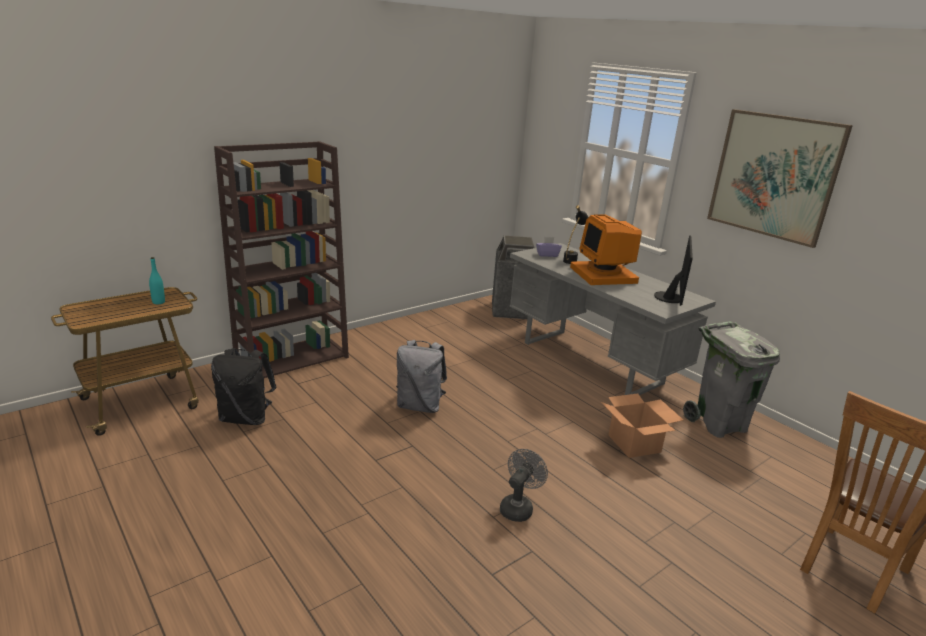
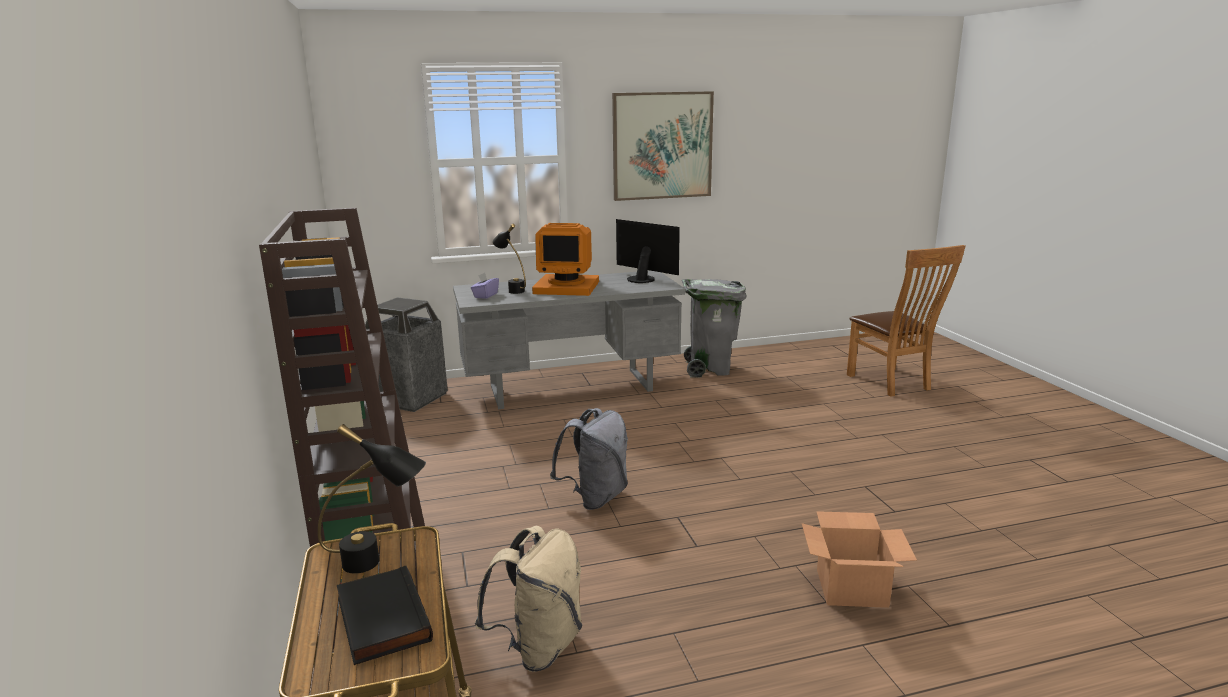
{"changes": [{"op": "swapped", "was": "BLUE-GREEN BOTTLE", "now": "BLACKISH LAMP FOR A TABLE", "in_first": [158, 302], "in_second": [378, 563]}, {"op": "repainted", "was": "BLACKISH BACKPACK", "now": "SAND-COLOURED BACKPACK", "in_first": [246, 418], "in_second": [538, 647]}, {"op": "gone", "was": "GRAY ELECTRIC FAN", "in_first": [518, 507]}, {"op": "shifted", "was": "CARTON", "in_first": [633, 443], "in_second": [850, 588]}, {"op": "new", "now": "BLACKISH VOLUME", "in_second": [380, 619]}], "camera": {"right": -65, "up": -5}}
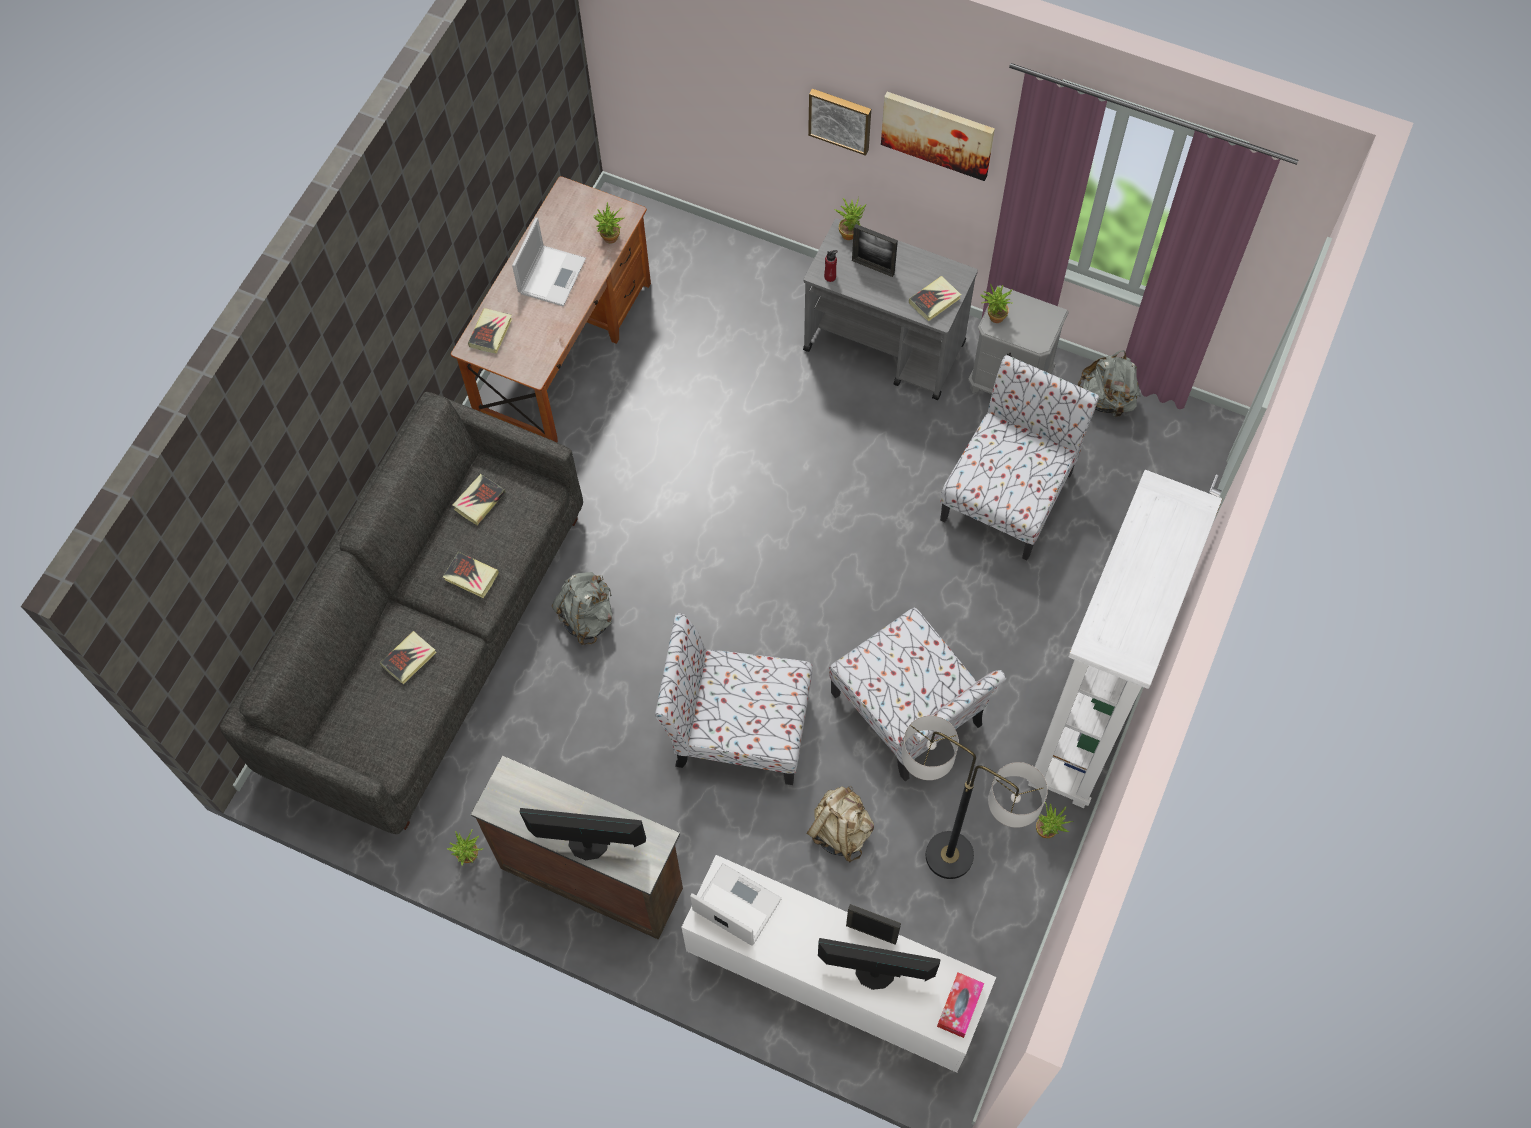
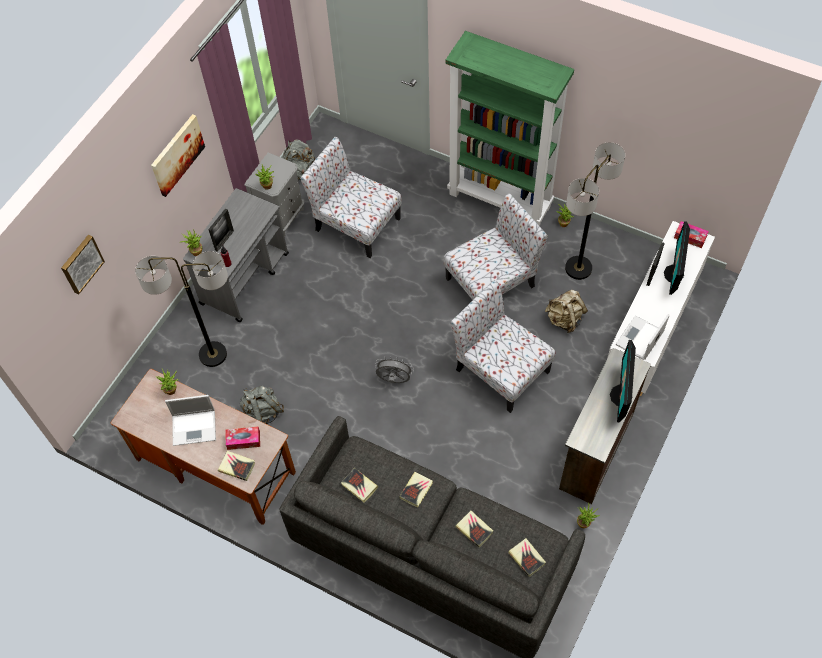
{"changes": [{"op": "rotated", "was": "LAPTOP", "in_first": [552, 275], "in_second": [195, 427], "clockwise": 150}, {"op": "shifted", "was": "GRAY BACKPACK", "in_first": [587, 617], "in_second": [263, 412]}, {"op": "rotated", "was": "CHAIR", "in_first": [737, 728], "in_second": [500, 369], "clockwise": 120}, {"op": "shifted", "was": "PICTURE", "in_first": [840, 119], "in_second": [81, 263]}, {"op": "shifted", "was": "VOLUME", "in_first": [934, 300], "in_second": [526, 558]}, {"op": "repainted", "was": "WHITISH SHELVING UNIT", "now": "GREEN SHELVING UNIT", "in_first": [1087, 722], "in_second": [501, 200]}, {"op": "new", "now": "STANDING LAMP", "in_second": [213, 355]}, {"op": "new", "now": "BOX OF TISSUES", "in_second": [243, 440]}, {"op": "new", "now": "GRAY ELECTRIC FAN", "in_second": [394, 380]}], "camera": {"right": -85, "up": -5}}
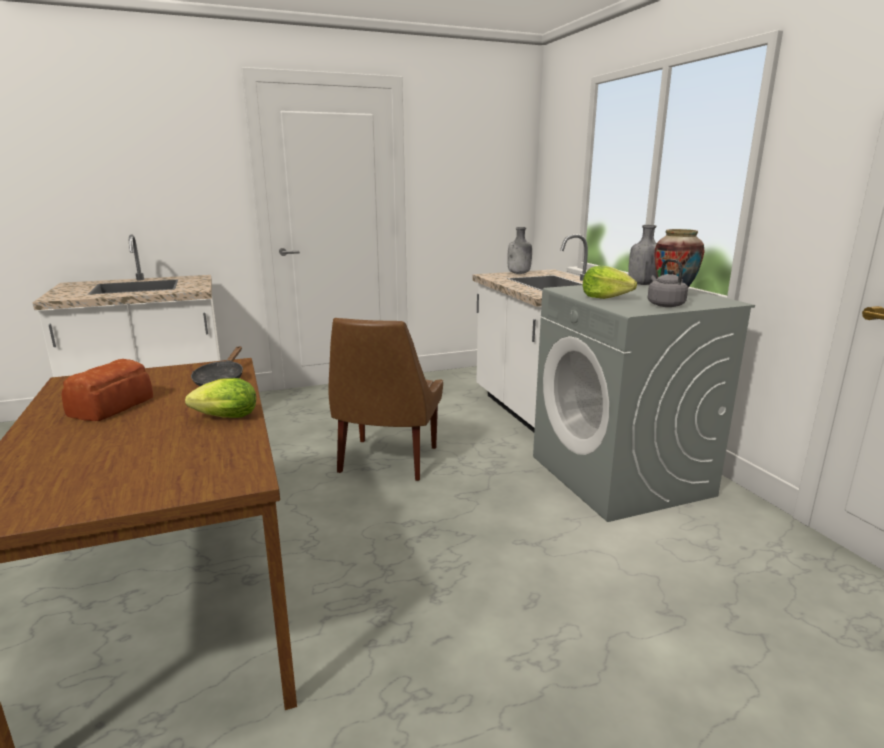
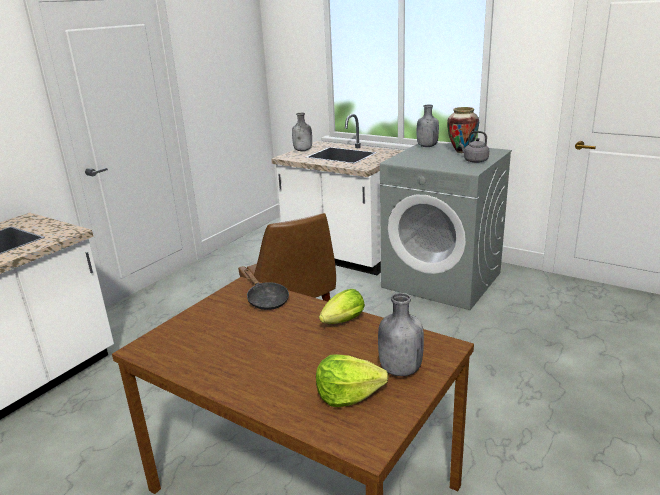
{"changes": [{"op": "gone", "was": "BAKED BREAD", "in_first": [113, 406]}, {"op": "shifted", "was": "HEAD OF LETTUCE", "in_first": [605, 297], "in_second": [348, 394]}, {"op": "new", "now": "GRAY BOTTLE", "in_second": [399, 369]}], "camera": {"right": -35, "up": 5}}
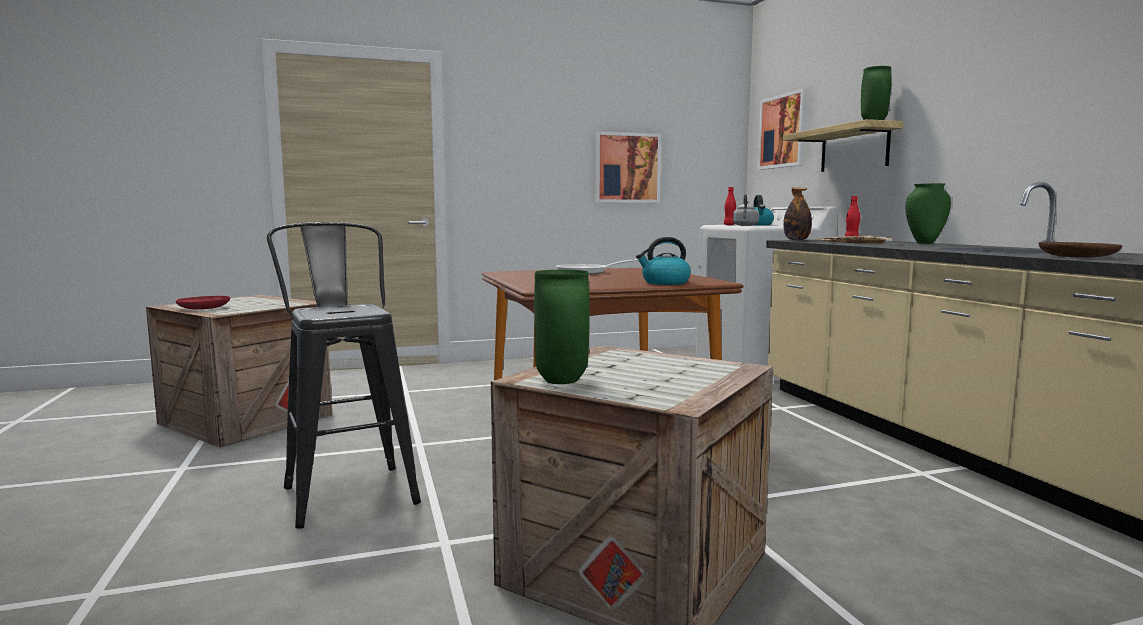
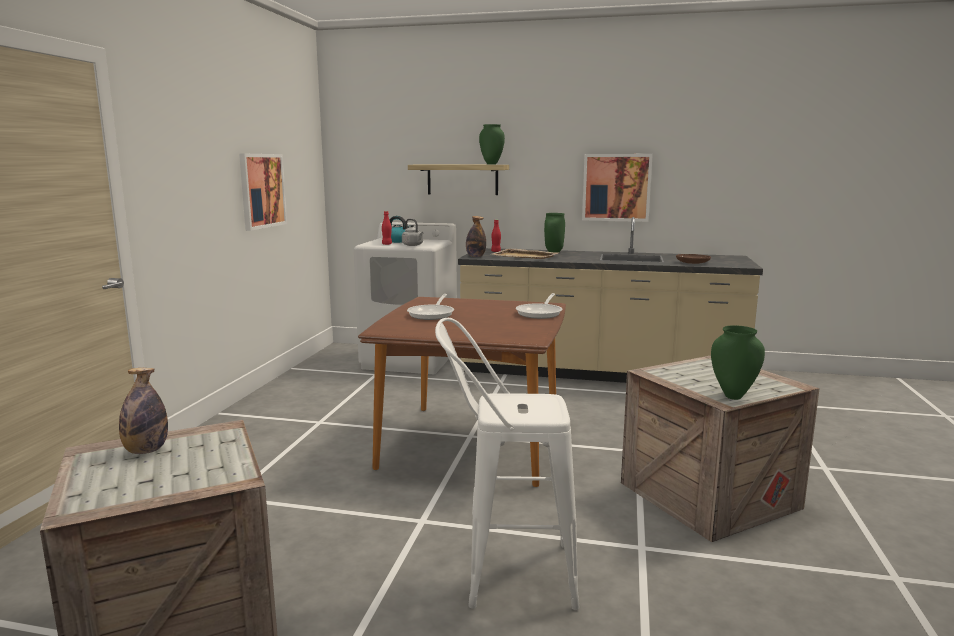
{"changes": [{"op": "gone", "was": "RED DINNER PLATE", "in_first": [203, 308]}, {"op": "repainted", "was": "BLACKISH STOOL SEAT", "now": "WHITISH STOOL SEAT", "in_first": [348, 489], "in_second": [505, 573]}, {"op": "swapped", "was": "KETTLE", "now": "PAN", "in_first": [665, 283], "in_second": [540, 313]}, {"op": "shifted", "was": "PICTURE", "in_first": [783, 131], "in_second": [616, 187]}, {"op": "new", "now": "BOTTLE", "in_second": [146, 451]}], "camera": {"right": -60, "up": 5}}
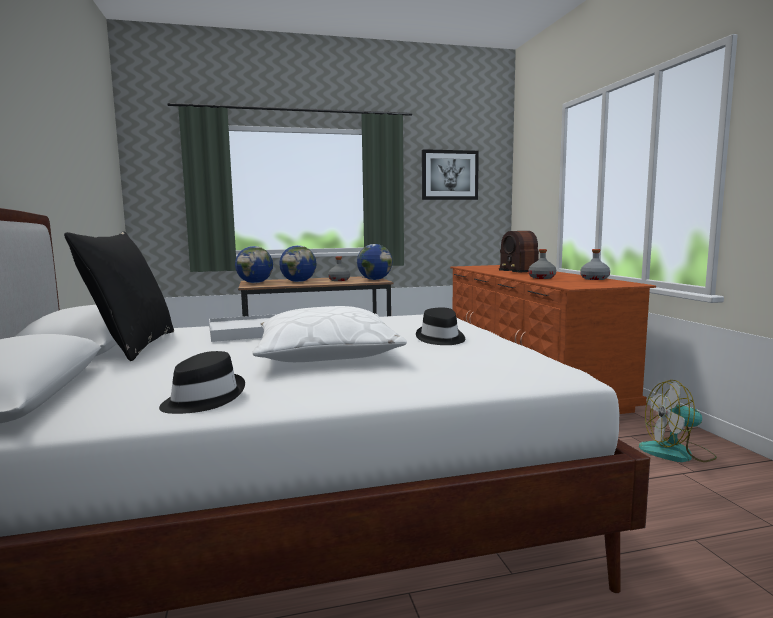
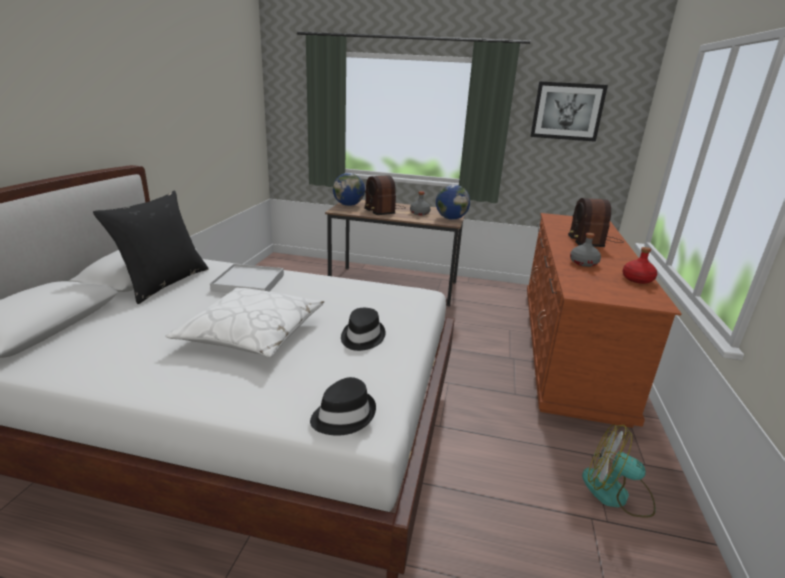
{"changes": [{"op": "shifted", "was": "BLACKISH HAT", "in_first": [202, 399], "in_second": [343, 415]}, {"op": "swapped", "was": "DESK GLOBE", "now": "RADIO SET", "in_first": [298, 282], "in_second": [383, 210]}, {"op": "repainted", "was": "GRAY BOTTLE", "now": "RED BOTTLE", "in_first": [594, 279], "in_second": [637, 279]}], "camera": {"right": 25, "up": 15}}
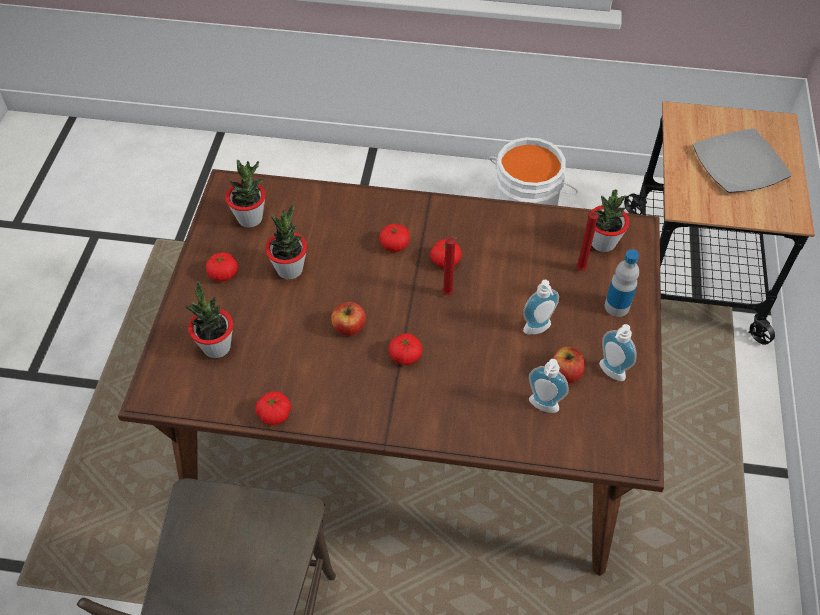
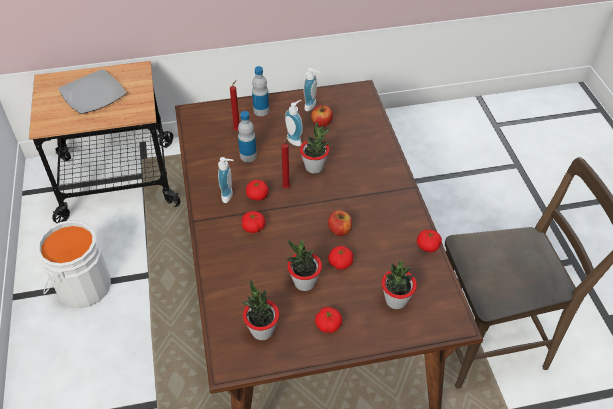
{"changes": [{"op": "shifted", "was": "FRESH TOMATO", "in_first": [405, 356], "in_second": [340, 263]}, {"op": "shifted", "was": "SOAP BOTTLE", "in_first": [542, 407], "in_second": [229, 195]}, {"op": "shifted", "was": "PLANT IN A POT", "in_first": [603, 243], "in_second": [314, 167]}, {"op": "new", "now": "BOTTLE", "in_second": [248, 156]}], "camera": {"right": -110, "up": -5}}
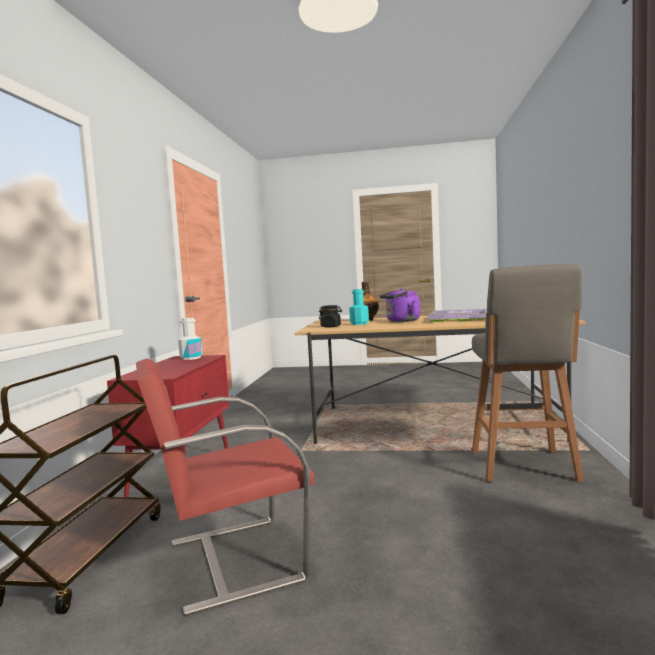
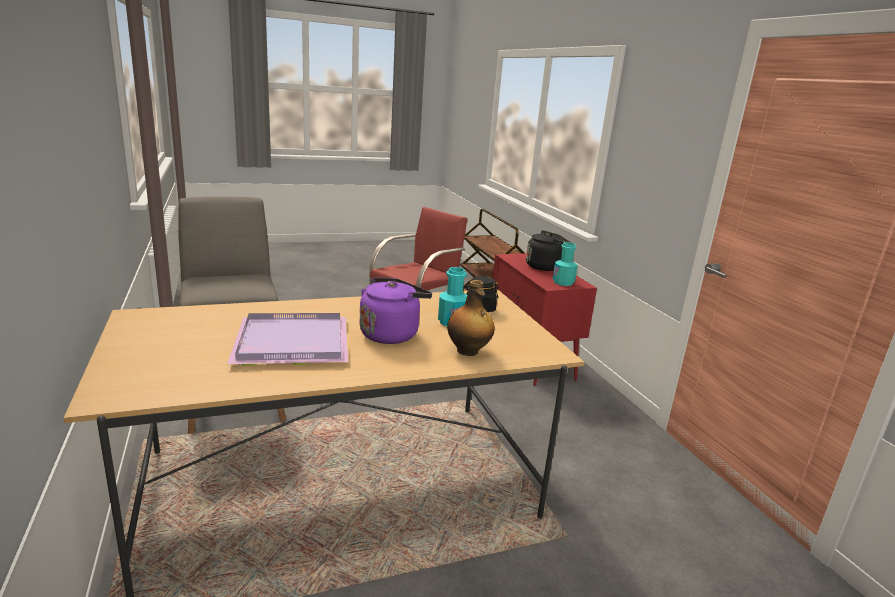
{"changes": [{"op": "repainted", "was": "WHITISH BOTTLE", "now": "BLUE-GREEN BOTTLE", "in_first": [191, 358], "in_second": [563, 282]}, {"op": "new", "now": "BLACKISH KETTLE", "in_second": [545, 267]}], "camera": {"right": 150, "up": 15}}
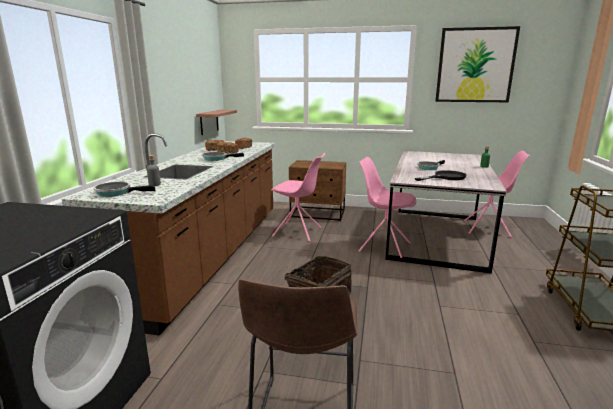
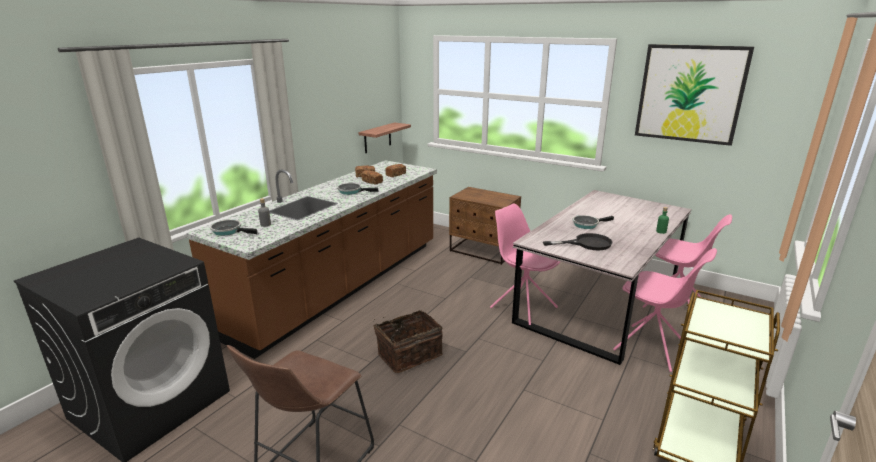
{"changes": [{"op": "shifted", "was": "PINKISH CHAIR", "in_first": [298, 232], "in_second": [651, 348]}], "camera": {"right": 20, "up": 5}}
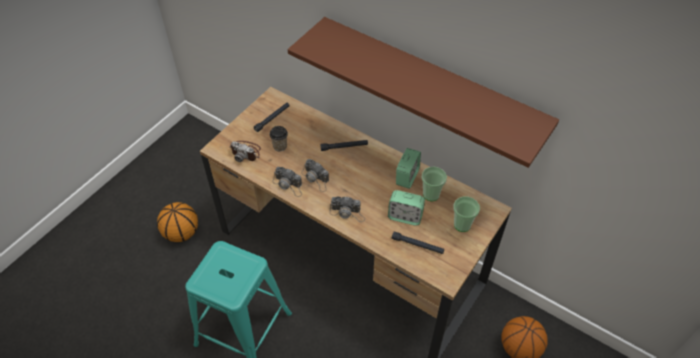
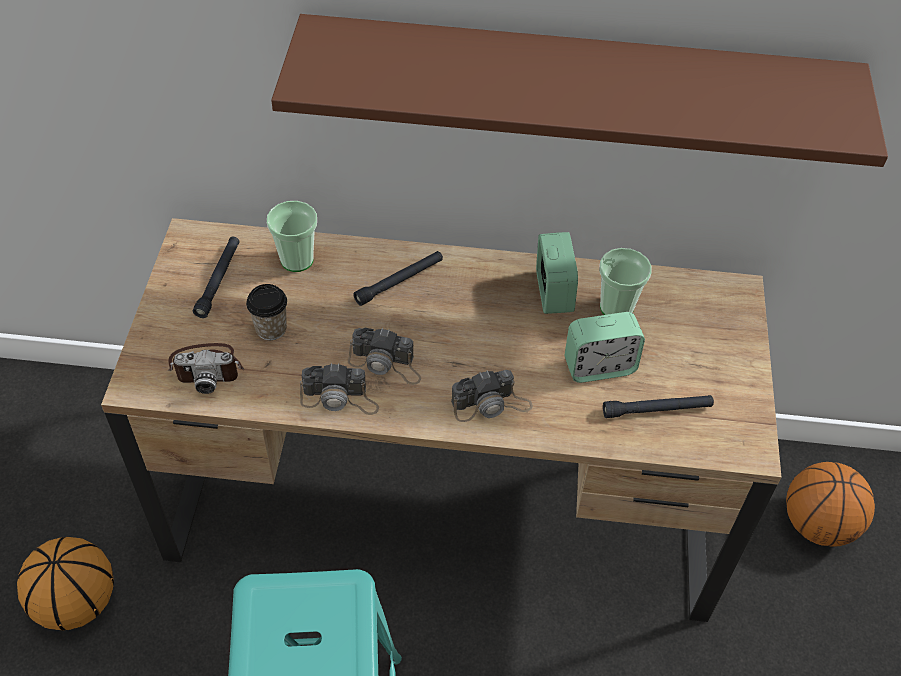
{"changes": [{"op": "shifted", "was": "CUP", "in_first": [462, 225], "in_second": [297, 260]}], "camera": {"right": -30, "up": 0}}
